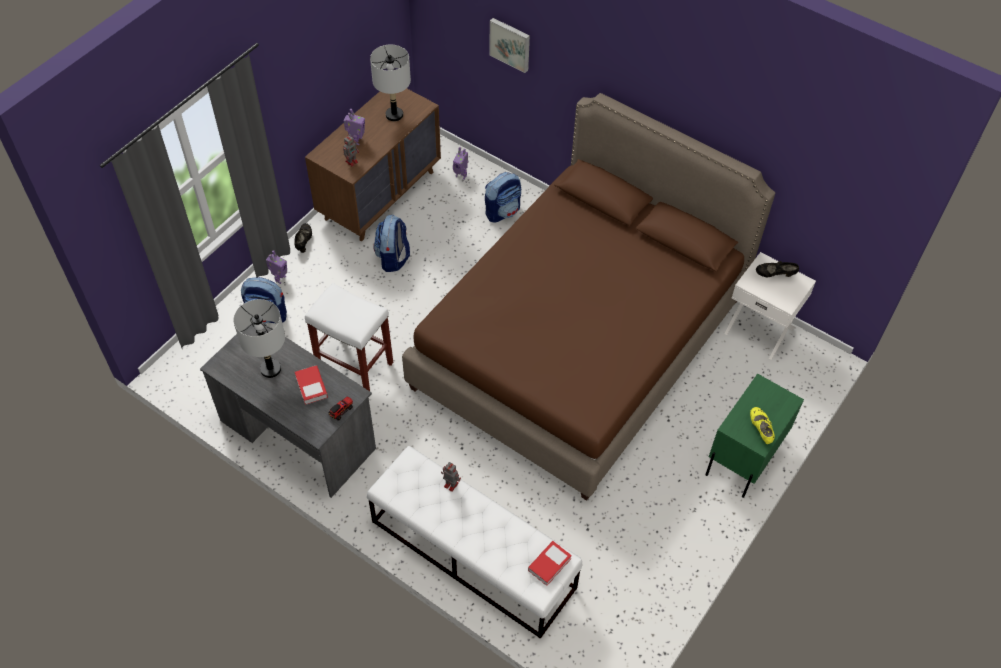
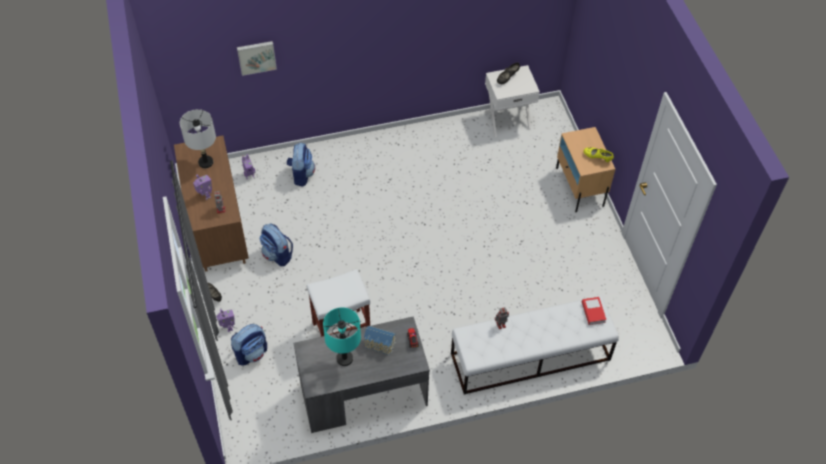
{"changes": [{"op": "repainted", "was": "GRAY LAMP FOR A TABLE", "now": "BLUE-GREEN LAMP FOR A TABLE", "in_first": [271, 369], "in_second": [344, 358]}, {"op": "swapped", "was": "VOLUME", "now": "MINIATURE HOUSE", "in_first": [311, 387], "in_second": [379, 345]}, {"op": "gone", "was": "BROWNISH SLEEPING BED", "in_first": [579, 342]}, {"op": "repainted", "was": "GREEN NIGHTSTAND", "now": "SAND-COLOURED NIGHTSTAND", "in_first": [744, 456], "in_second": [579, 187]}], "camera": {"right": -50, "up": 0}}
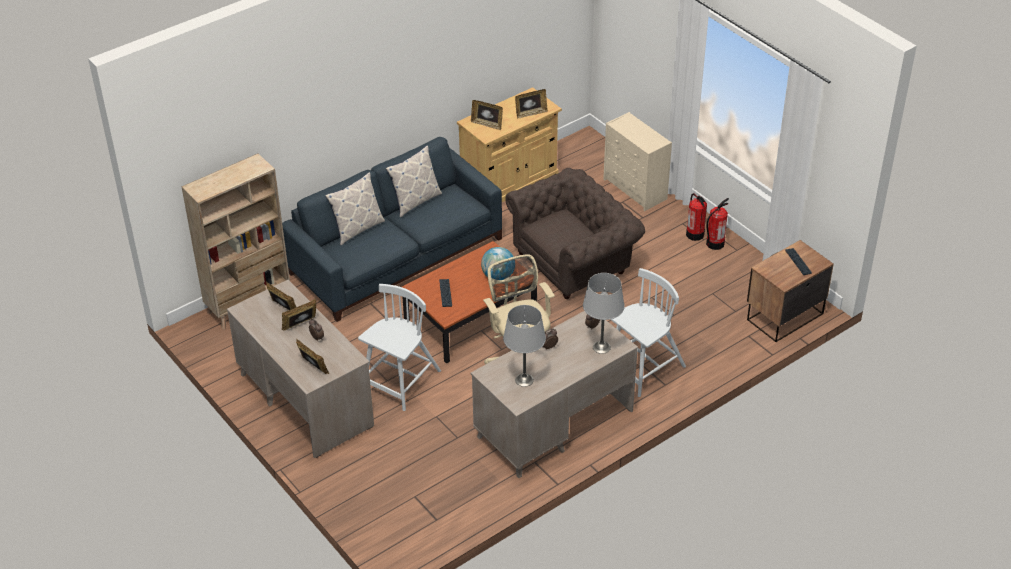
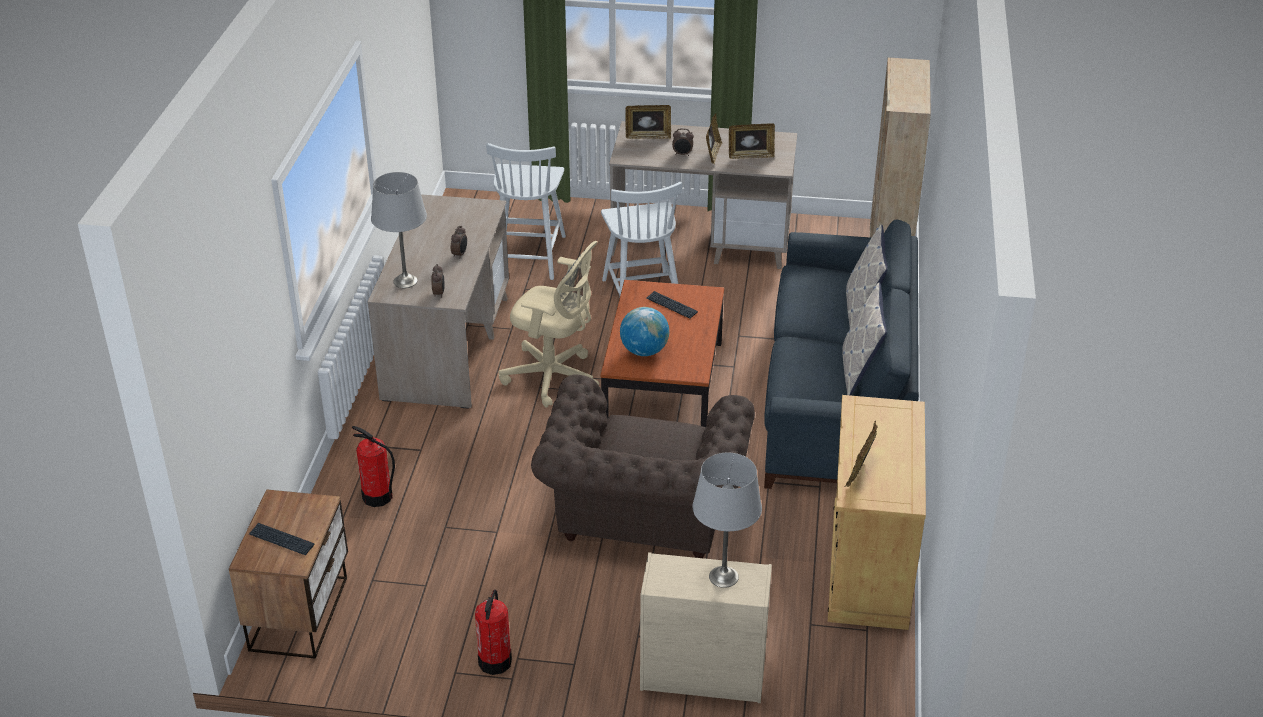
{"changes": [{"op": "gone", "was": "PHOTO FRAME", "in_first": [487, 124]}, {"op": "shifted", "was": "GRAY LAMP FOR A TABLE", "in_first": [524, 380], "in_second": [724, 576]}, {"op": "shifted", "was": "WHITISH CHAIR", "in_first": [643, 368], "in_second": [528, 254]}, {"op": "shifted", "was": "EXTINGUISHER", "in_first": [695, 234], "in_second": [377, 497]}], "camera": {"right": 135, "up": -5}}
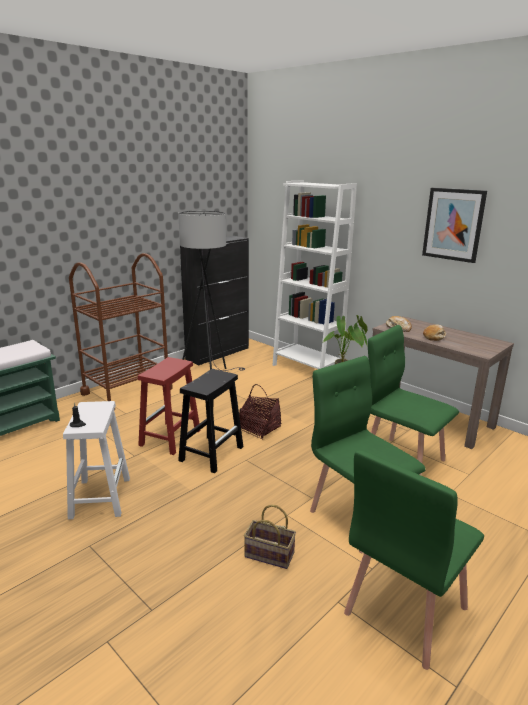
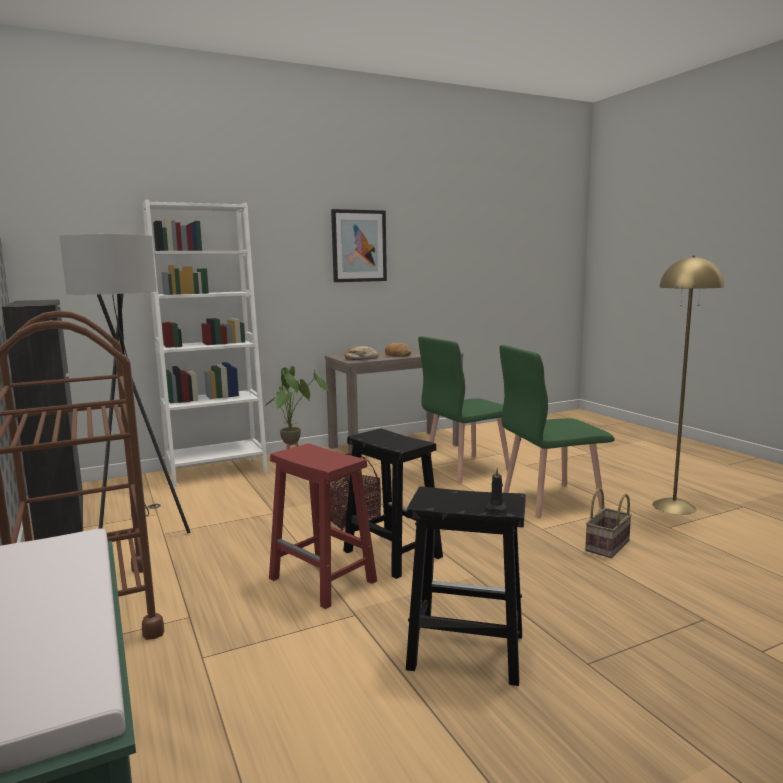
{"changes": [{"op": "repainted", "was": "WHITISH STOOL SEAT", "now": "BLACKISH STOOL SEAT", "in_first": [100, 497], "in_second": [464, 651]}, {"op": "swapped", "was": "GREEN CHAIR", "now": "YELLOW-COLOURED STANDING LAMP", "in_first": [404, 610], "in_second": [674, 506]}], "camera": {"right": -70, "up": -10}}
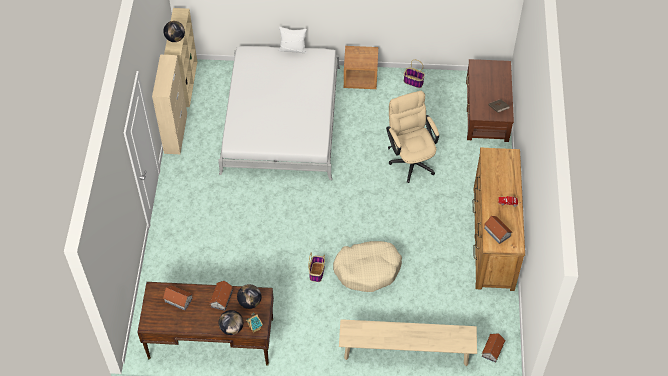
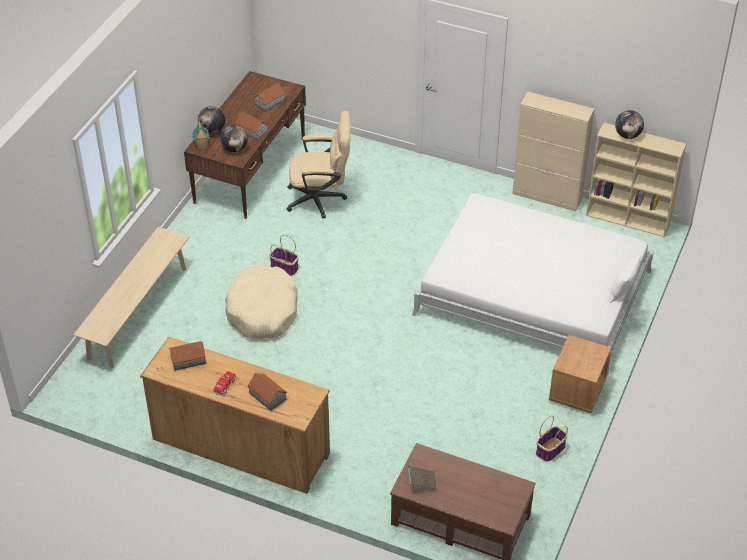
{"changes": [{"op": "shifted", "was": "SAND-COLOURED DESK CHAIR", "in_first": [411, 159], "in_second": [321, 199]}, {"op": "shifted", "was": "MINIATURE HOUSE", "in_first": [493, 350], "in_second": [267, 396]}], "camera": {"right": 110, "up": -10}}
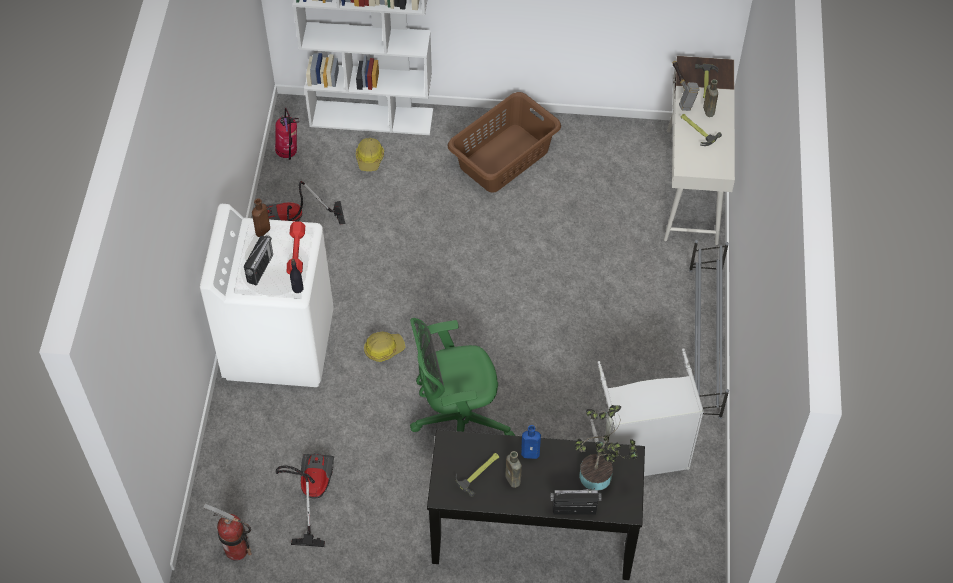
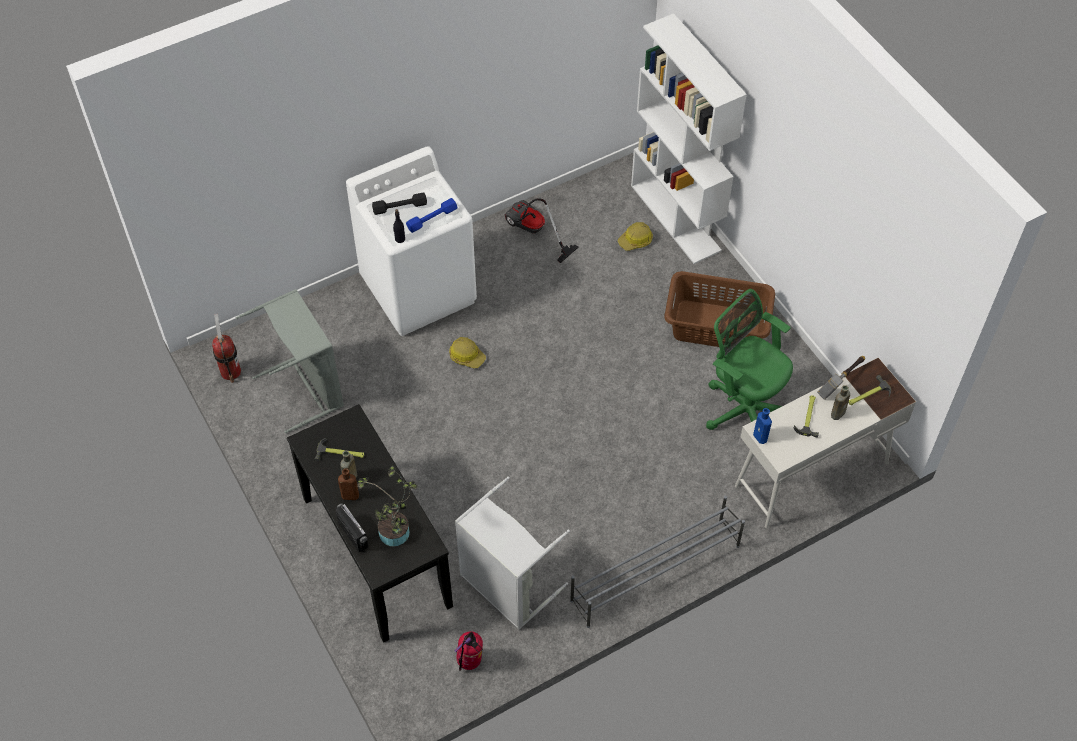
{"changes": [{"op": "swapped", "was": "RADIO SET", "now": "BLACKISH FREE WEIGHT", "in_first": [260, 268], "in_second": [400, 207]}, {"op": "shifted", "was": "BROWNISH BOTTLE", "in_first": [262, 231], "in_second": [349, 496]}, {"op": "shifted", "was": "EXTINGUISHER", "in_first": [288, 153], "in_second": [469, 662]}, {"op": "swapped", "was": "HOOVER", "now": "GRAY HAMPER", "in_first": [311, 494], "in_second": [307, 388]}, {"op": "repainted", "was": "RED FREE WEIGHT", "now": "BLUE-COLOURED FREE WEIGHT", "in_first": [296, 252], "in_second": [432, 218]}, {"op": "shifted", "was": "GREEN DESK CHAIR", "in_first": [457, 421], "in_second": [744, 409]}, {"op": "shifted", "was": "BLUE-COLOURED BOTTLE", "in_first": [531, 453], "in_second": [761, 438]}], "camera": {"right": 55, "up": 0}}
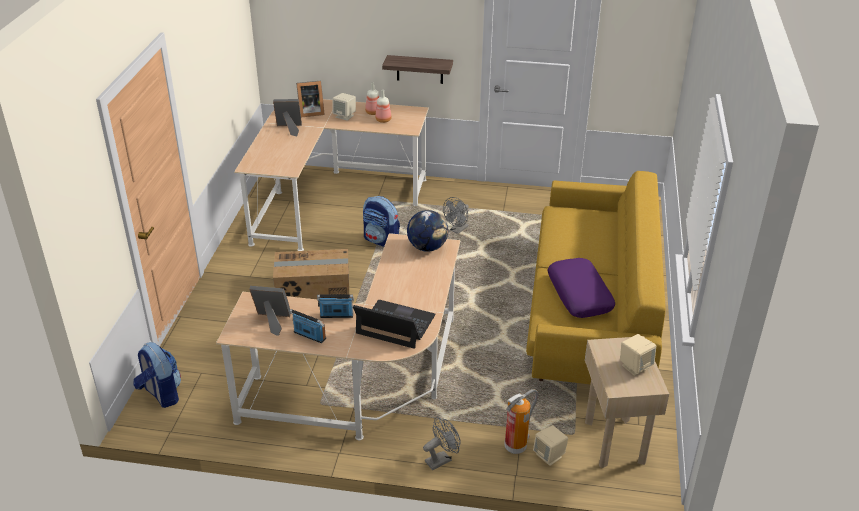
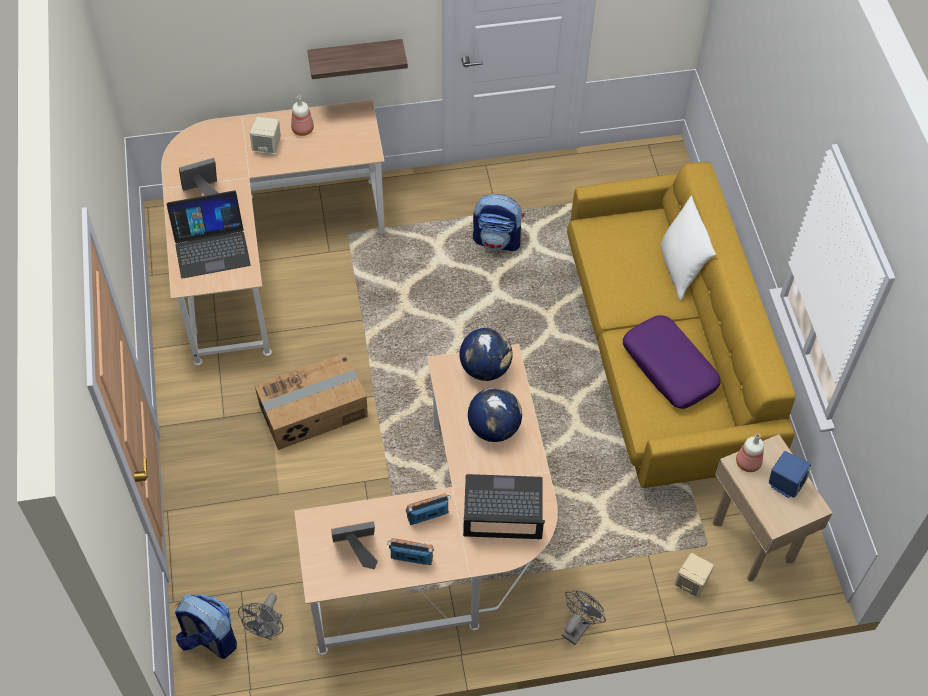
{"changes": [{"op": "gone", "was": "PHOTO FRAME", "in_first": [310, 112]}, {"op": "shifted", "was": "BACKPACK", "in_first": [381, 240], "in_second": [497, 240]}, {"op": "shifted", "was": "BOTTLE", "in_first": [384, 120], "in_second": [749, 462]}, {"op": "shifted", "was": "GRAY ELECTRIC FAN", "in_first": [457, 230], "in_second": [267, 630]}, {"op": "gone", "was": "EXTINGUISHER", "in_first": [516, 446]}, {"op": "repainted", "was": "SAND-COLOURED AUDIO SPEAKER", "now": "BLUE-COLOURED AUDIO SPEAKER", "in_first": [635, 366], "in_second": [785, 483]}, {"op": "new", "now": "LAPTOP", "in_second": [211, 247]}, {"op": "new", "now": "DESK GLOBE", "in_second": [494, 428]}, {"op": "new", "now": "WHITISH THROW PILLOW", "in_second": [680, 269]}], "camera": {"right": -20, "up": 20}}
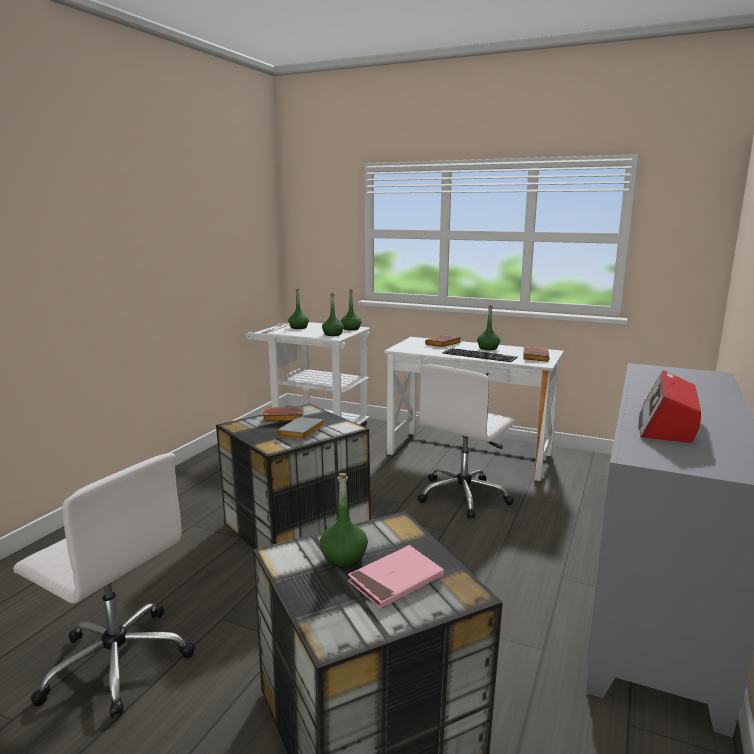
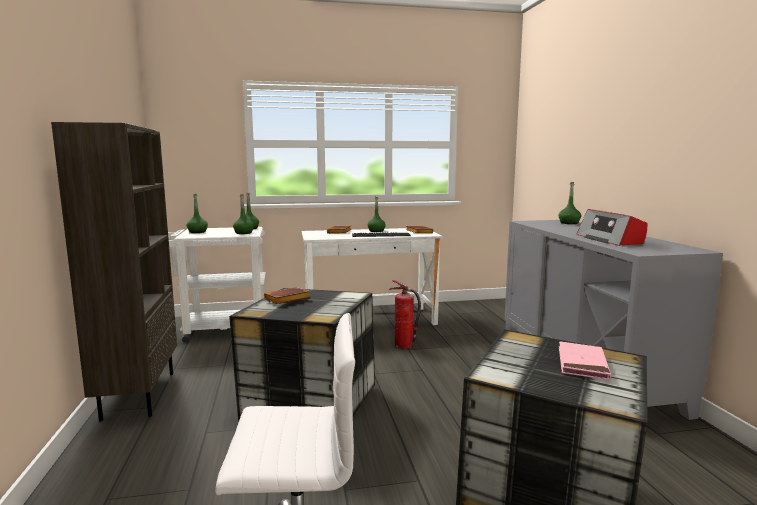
{"changes": [{"op": "gone", "was": "GRAY VOLUME", "in_first": [301, 433]}, {"op": "shifted", "was": "GREEN BOTTLE", "in_first": [344, 557], "in_second": [569, 223]}, {"op": "swapped", "was": "WHITISH DESK CHAIR", "now": "EXTINGUISHER", "in_first": [464, 496], "in_second": [403, 345]}, {"op": "new", "now": "BROWNISH SHELVING UNIT", "in_second": [138, 395]}], "camera": {"right": -35, "up": -5}}
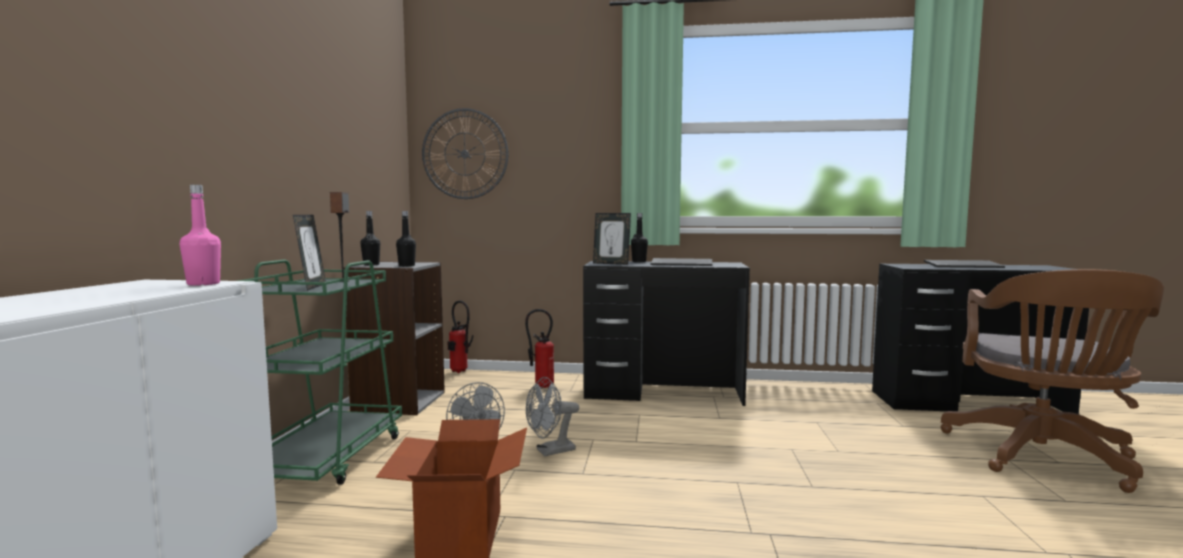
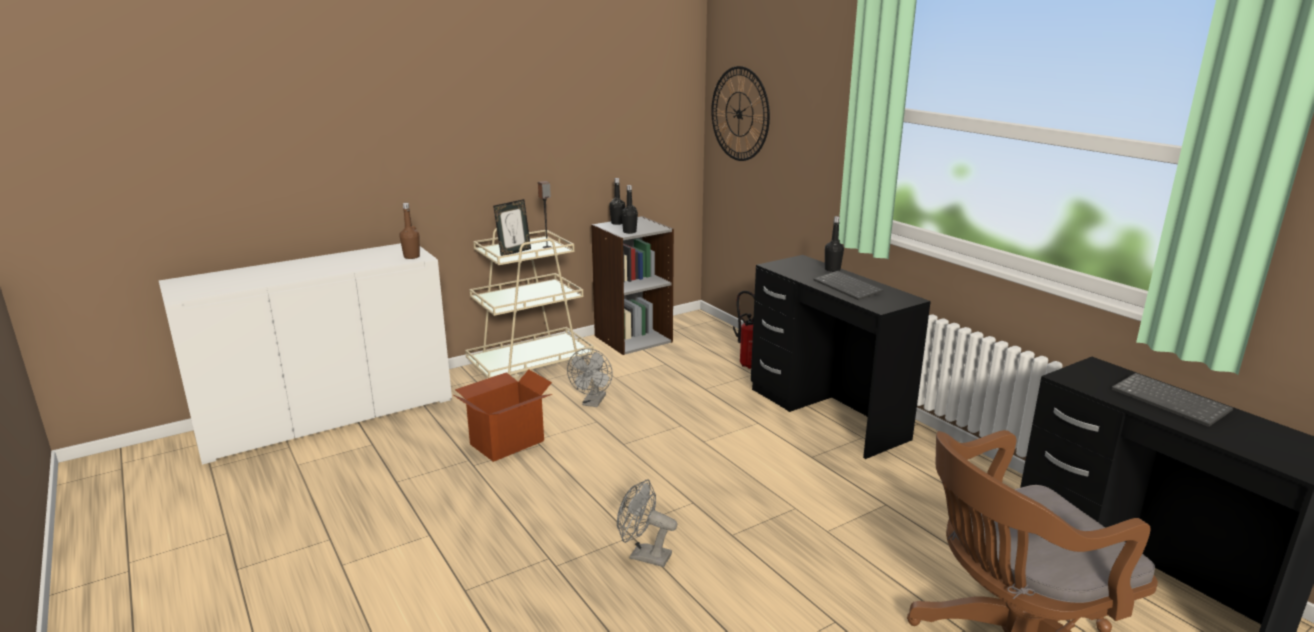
{"changes": [{"op": "repainted", "was": "PINKISH BOTTLE", "now": "BROWNISH BOTTLE", "in_first": [203, 284], "in_second": [411, 257]}, {"op": "repainted", "was": "GREEN WHEELED CART", "now": "SAND-COLOURED WHEELED CART", "in_first": [326, 458], "in_second": [531, 366]}, {"op": "gone", "was": "EXTINGUISHER", "in_first": [460, 372]}, {"op": "shifted", "was": "GRAY ELECTRIC FAN", "in_first": [550, 451], "in_second": [644, 556]}, {"op": "gone", "was": "PHOTO FRAME", "in_first": [611, 263]}], "camera": {"right": 50, "up": 15}}
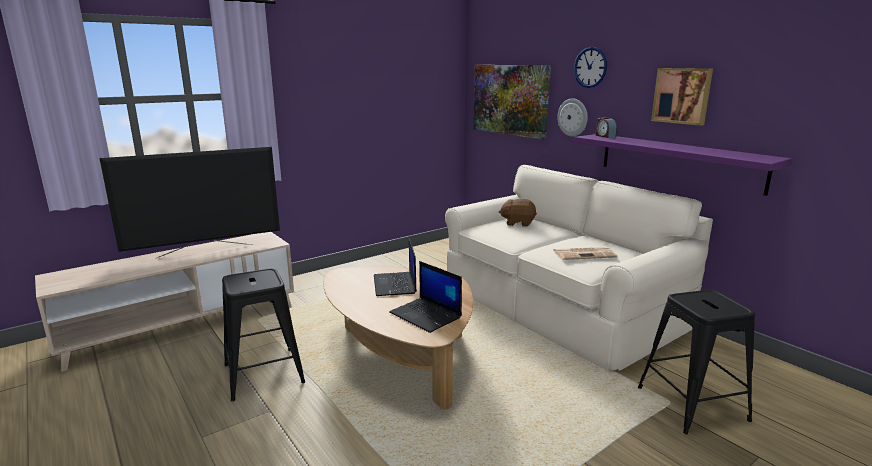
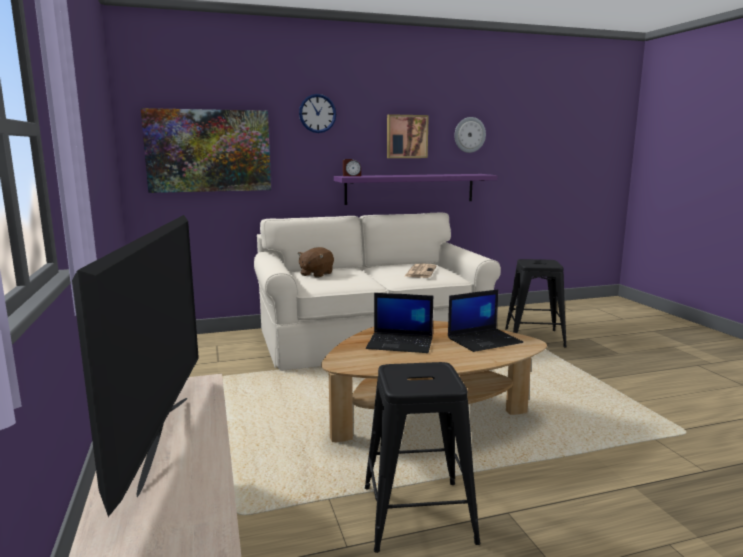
{"changes": [{"op": "shifted", "was": "CLOCK ON THE WALL", "in_first": [573, 117], "in_second": [469, 135]}], "camera": {"right": -70, "up": -5}}
